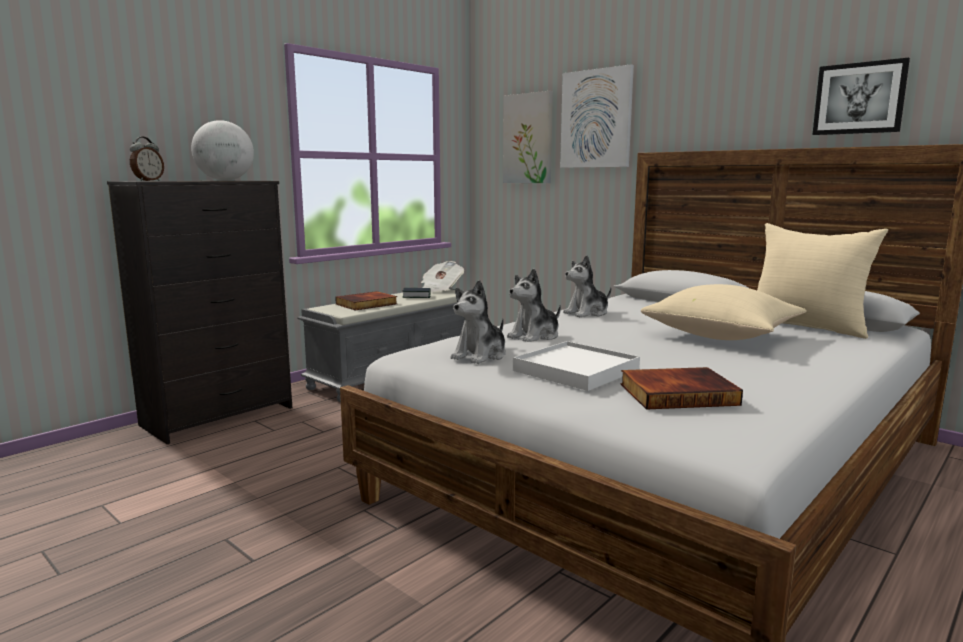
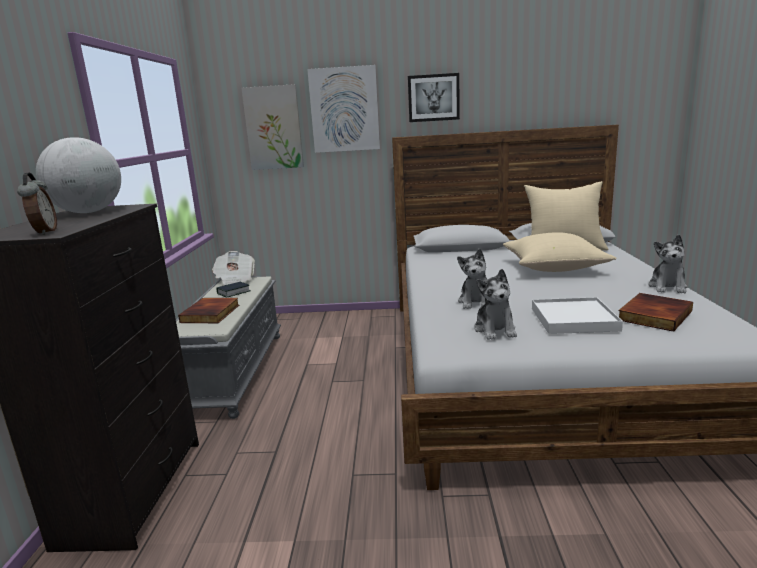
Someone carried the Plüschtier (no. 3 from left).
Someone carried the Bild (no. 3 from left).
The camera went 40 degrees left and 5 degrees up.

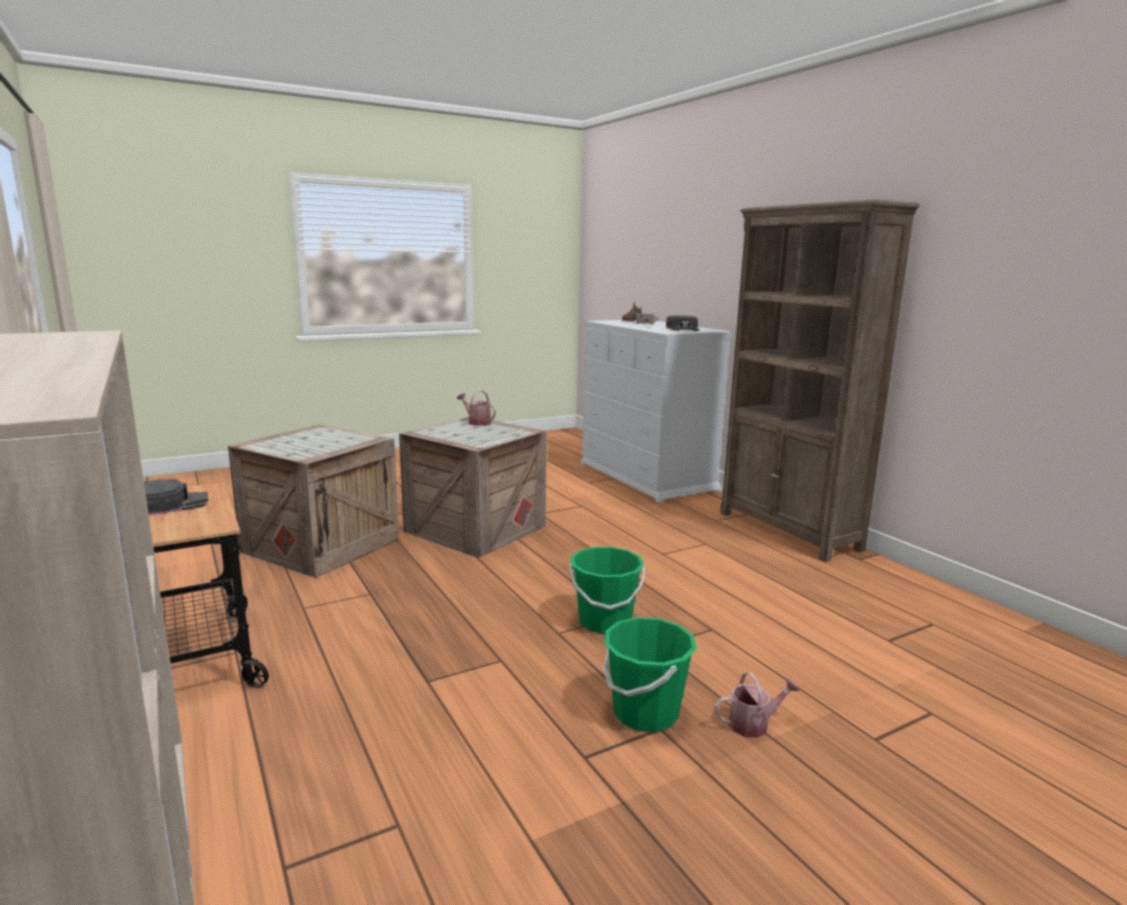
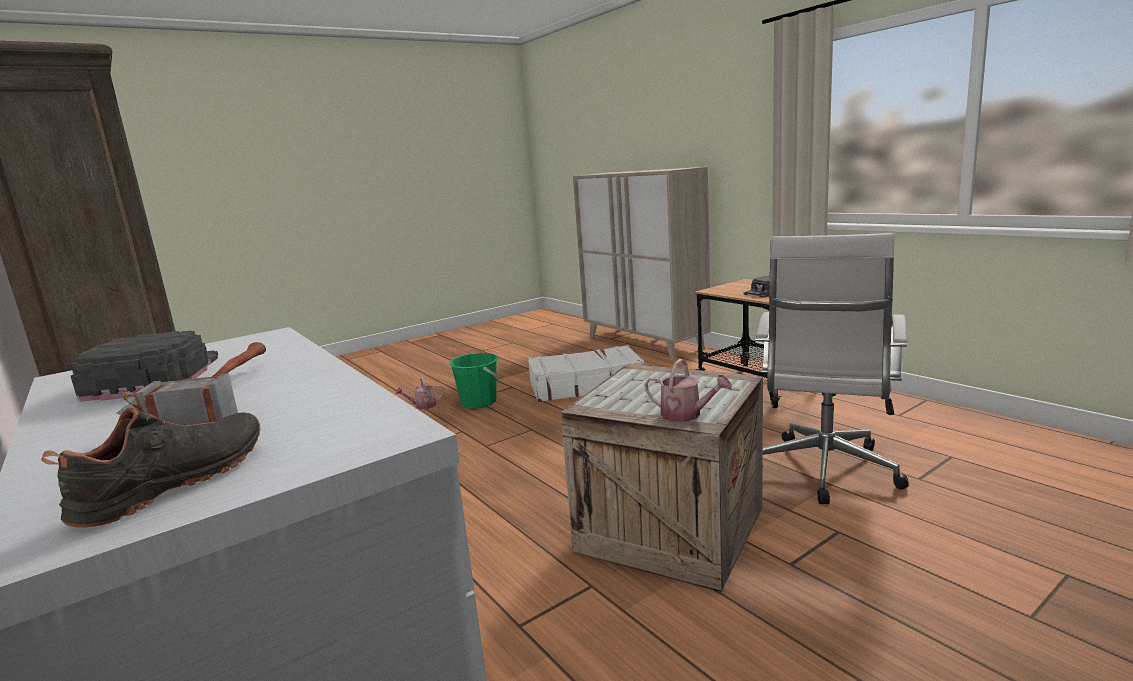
Someone swapped the Kiste (no. 1 from left) for the Bürostuhl/weiß.
Someone took away the Eimer/grün (no. 1 from left).
Someone put down the Koffer/weiß.
The camera went 175 degrees right and 0 degrees up.

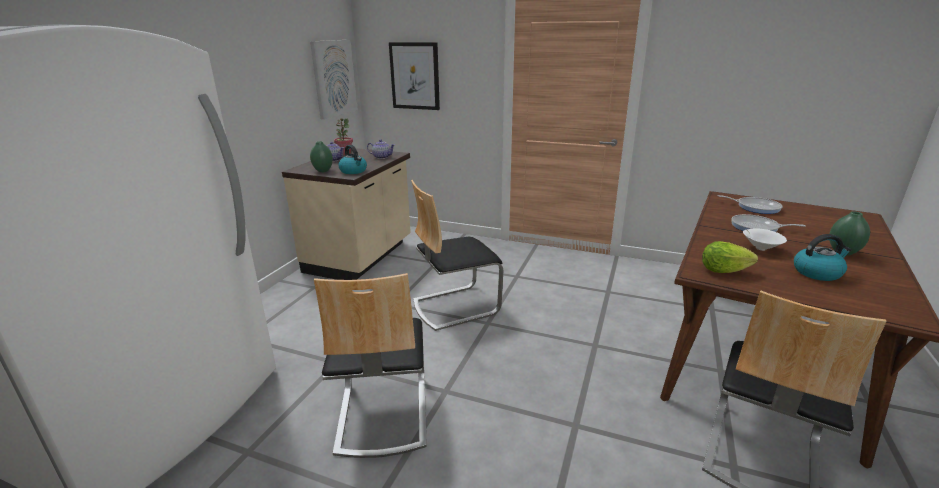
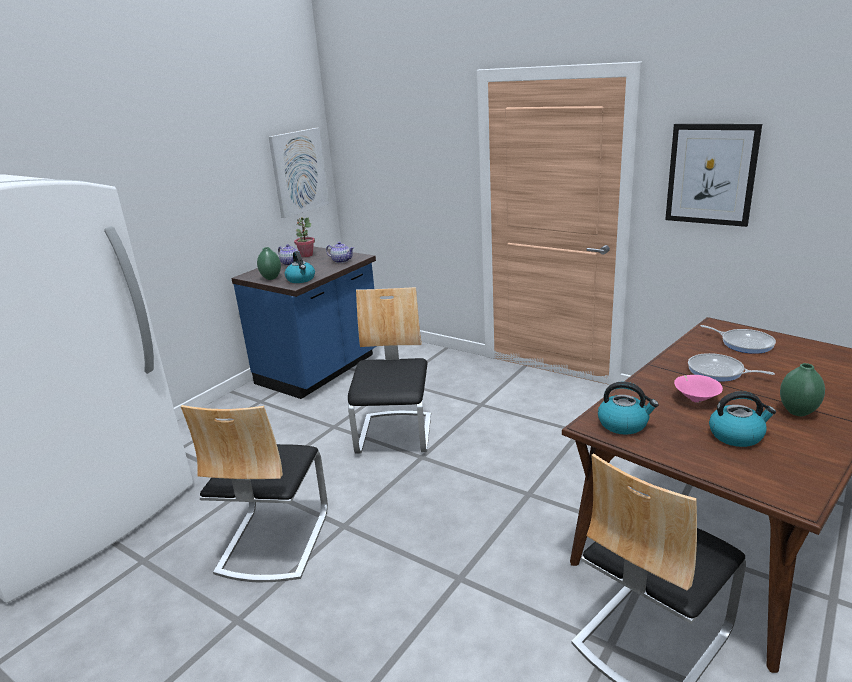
Someone repainted the Küchenzeile/beige, which became the Küchenzeile/blau.
Someone carried the Bild (no. 2 from left).
Someone rotated the Stuhl (no. 2 from left) by 105 degrees clockwise.
Someone swapped the Salatkopf for the Wasserkessel (no. 2 from left).
Someone repainted the Schüssel/weiß, which became the Schüssel/rosa.
The camera went 15 degrees right and 0 degrees up.

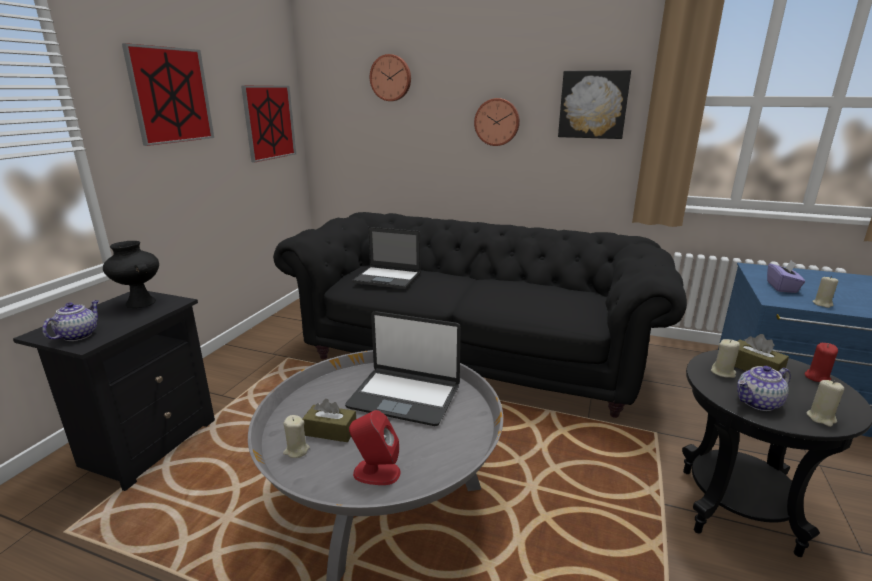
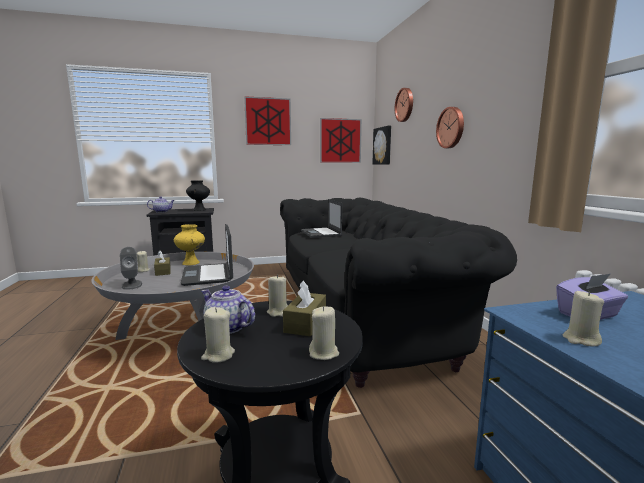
Someone repainted the Lautsprecher/rot, which became the Lautsprecher/grau.
Someone carried the Bild (no. 3 from left).
Someone repainted the Kerze/rot, which became the Kerze/beige (no. 4 from left).
Someone put down the Vase/gelb.
The camera went 55 degrees right and 10 degrees down.

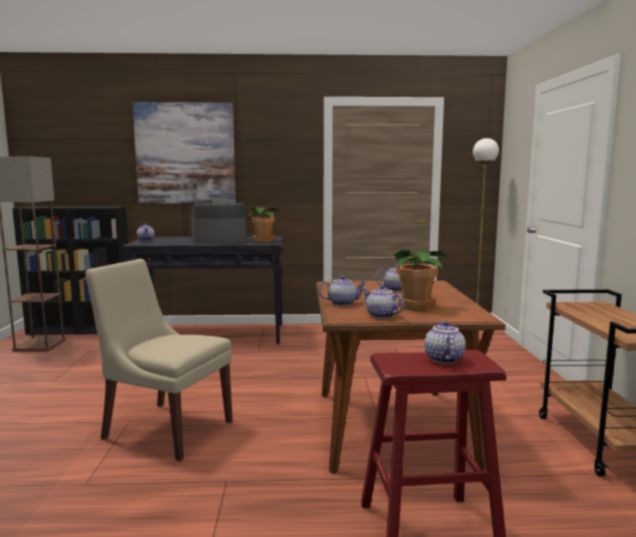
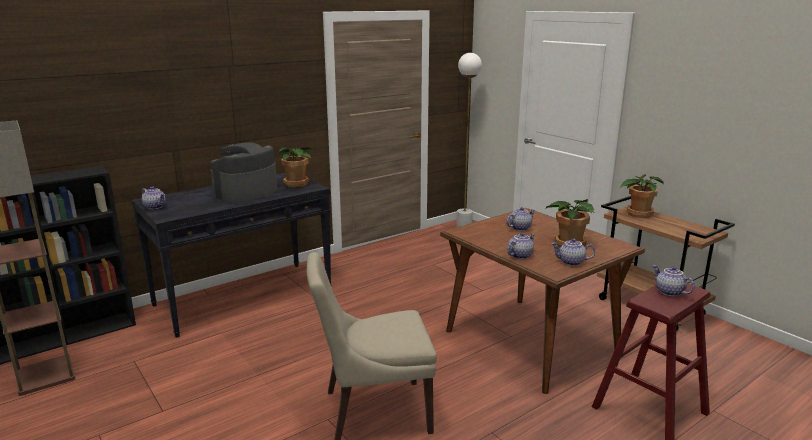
Someone took away the Bild.
Someone put down the Topfpflanze (no. 3 from left).
The camera went 35 degrees left and 10 degrees up.

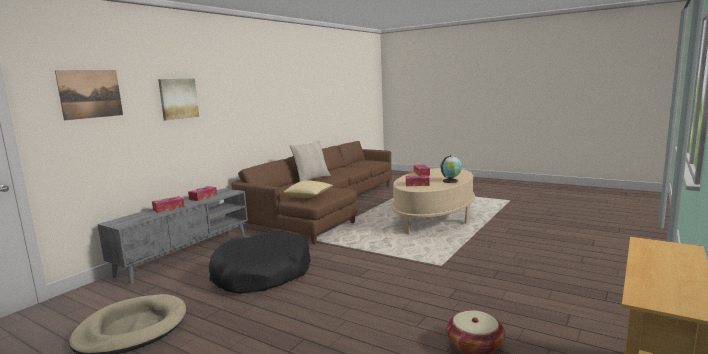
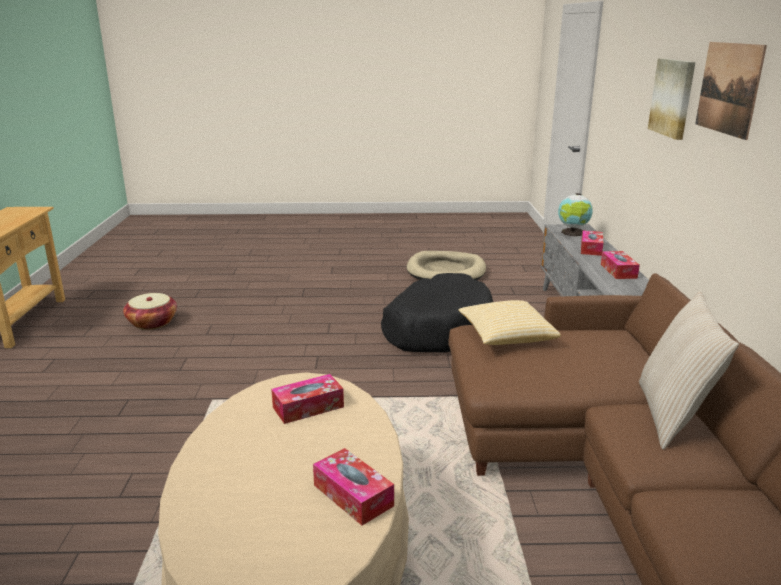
Someone carried the Bild (no. 1 from left in the first image).
Someone carried the Globus.
The camera went 145 degrees right and 10 degrees up.

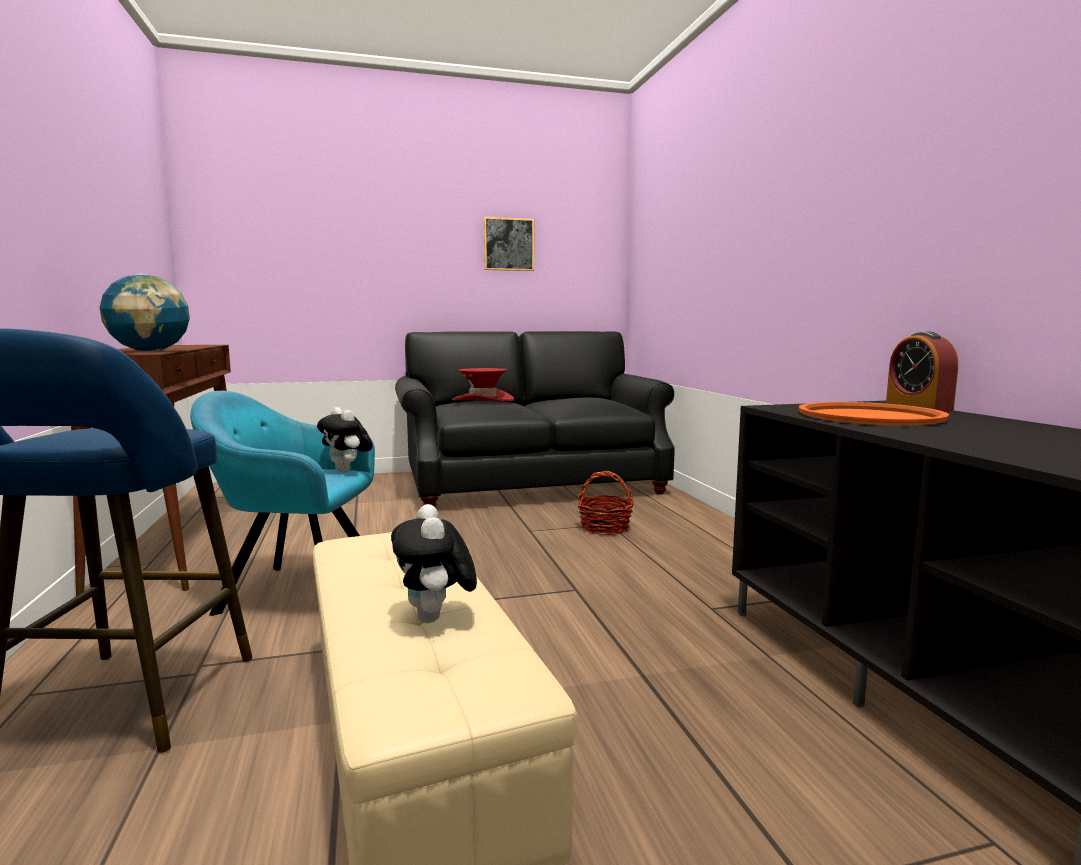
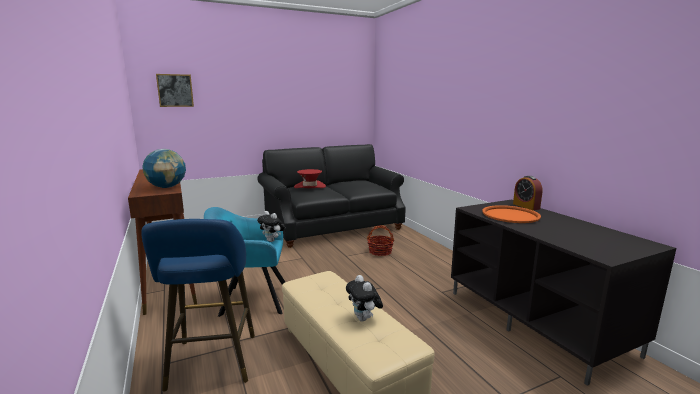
Someone carried the Bild.
The camera went 10 degrees left and 5 degrees up.

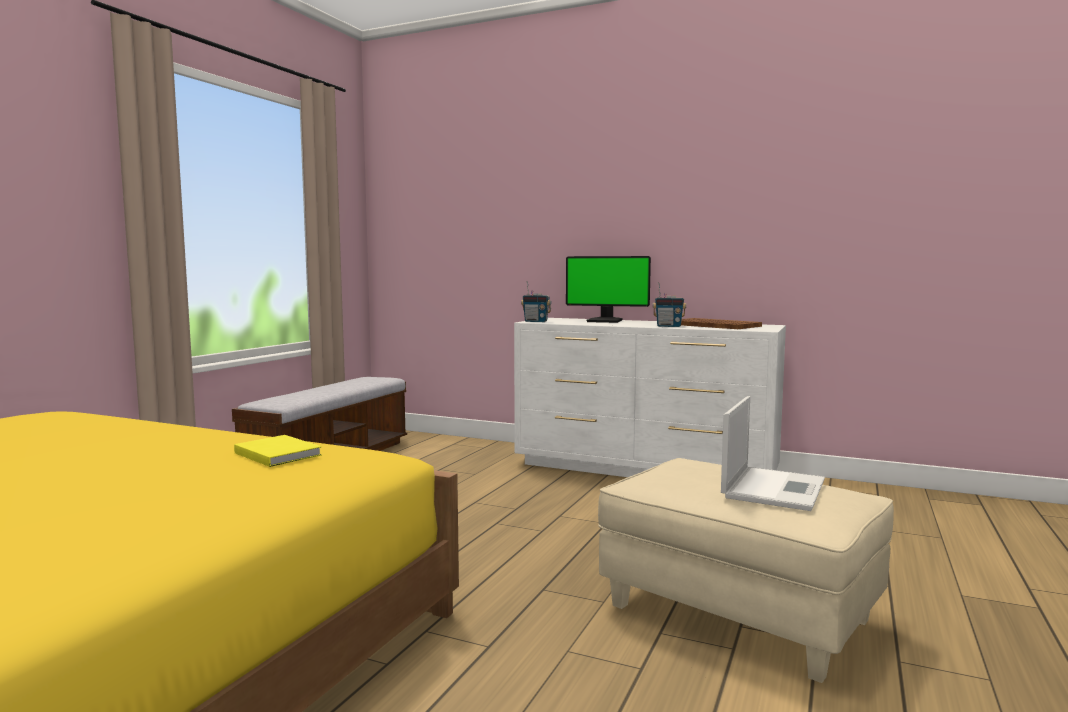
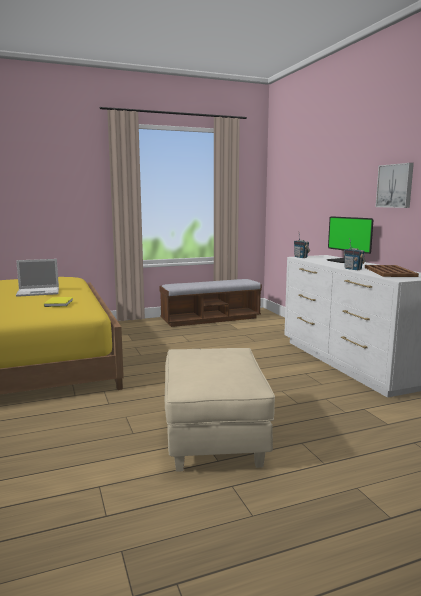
Someone carried the Laptop.
Someone put up the Bild.
The camera went 45 degrees right and 5 degrees up.

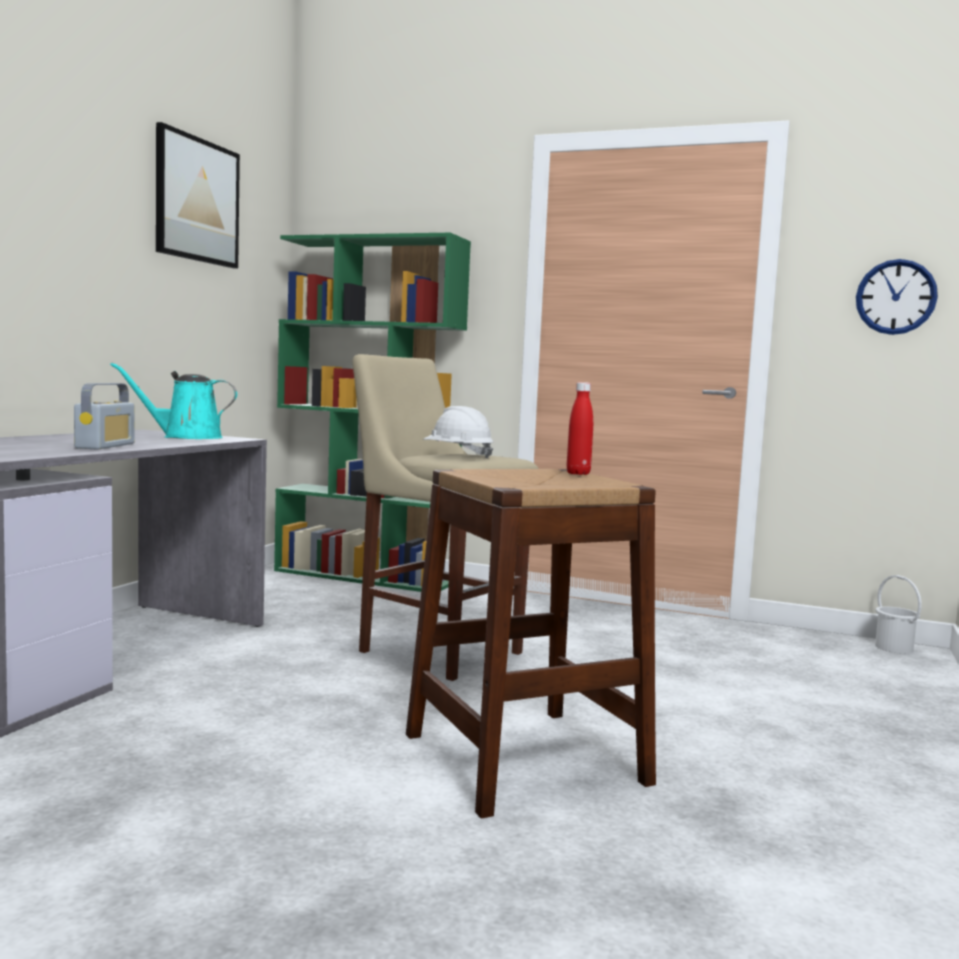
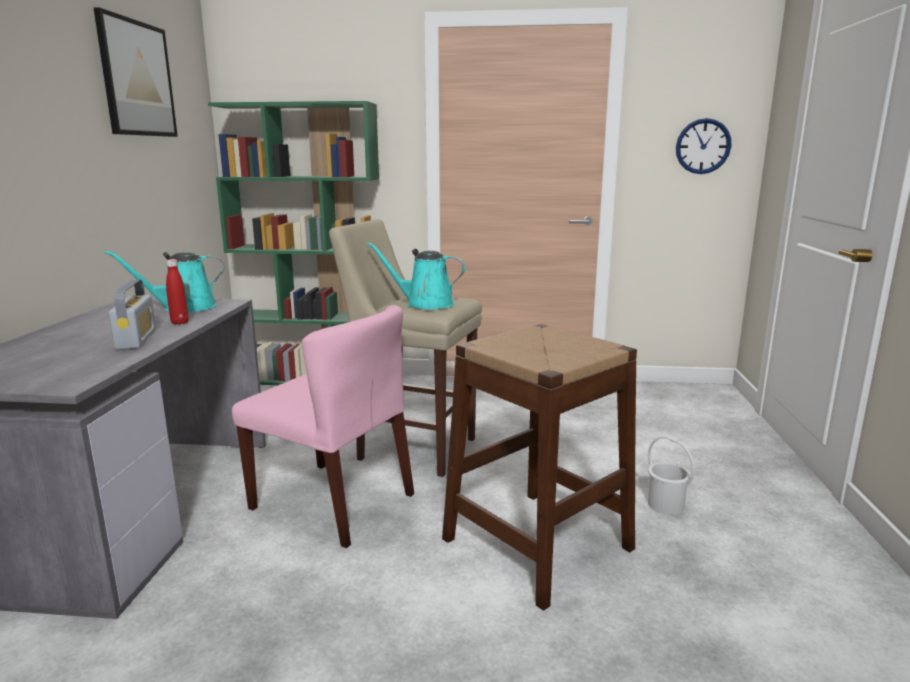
Someone swapped the Schutzhelm/weiß for the Gießkanne/türkis (no. 2 from left).
Someone carried the Flasche/rot.
Someone carried the Eimer/weiß.
Someone put down the Stuhl/rosa.
The camera went 15 degrees left and 10 degrees up.

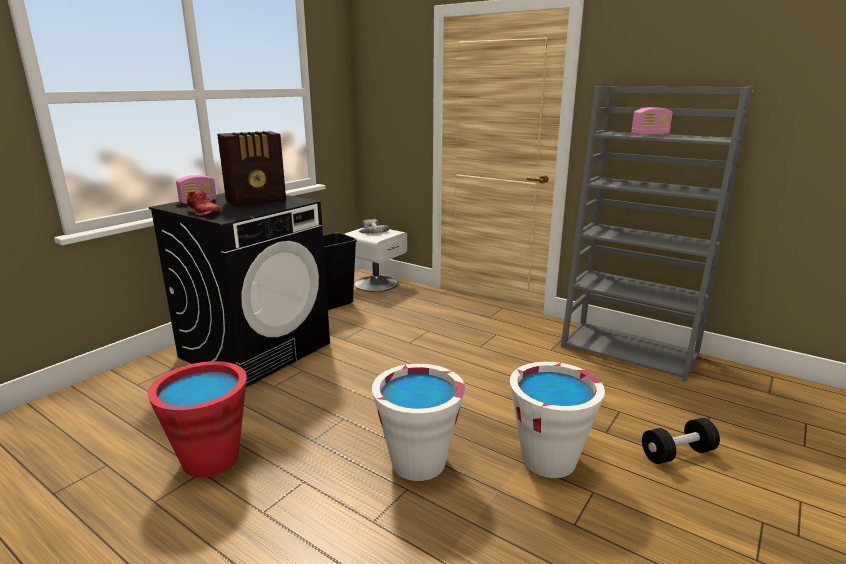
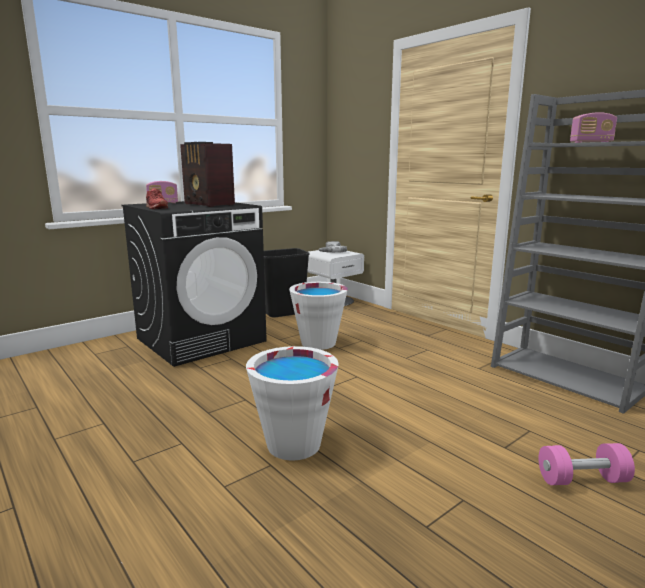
Someone took away the Eimer/rot.
Someone rotated the Radio (no. 2 from left) by 60 degrees clockwise.
Someone carried the Eimer/weiß (no. 2 from left).
Someone repainted the Hantel/schwarz, which became the Hantel/rosa.
The camera went 15 degrees right and 5 degrees down.

